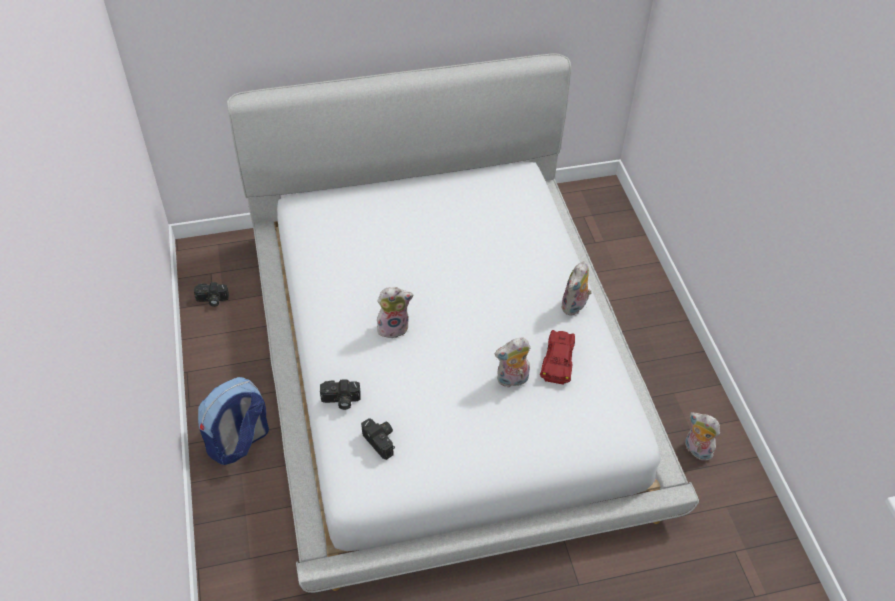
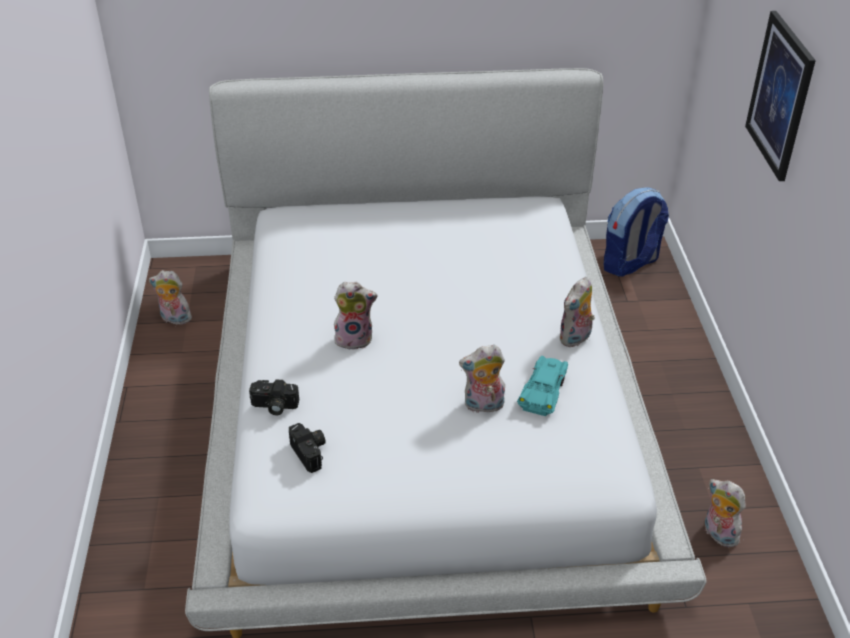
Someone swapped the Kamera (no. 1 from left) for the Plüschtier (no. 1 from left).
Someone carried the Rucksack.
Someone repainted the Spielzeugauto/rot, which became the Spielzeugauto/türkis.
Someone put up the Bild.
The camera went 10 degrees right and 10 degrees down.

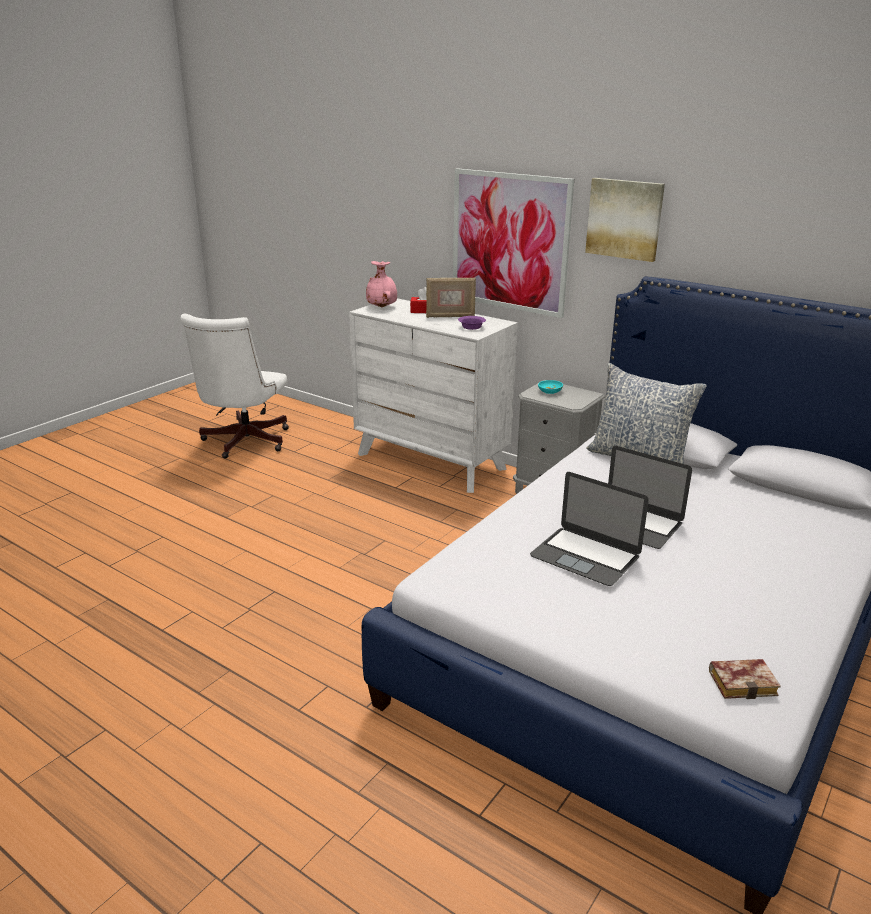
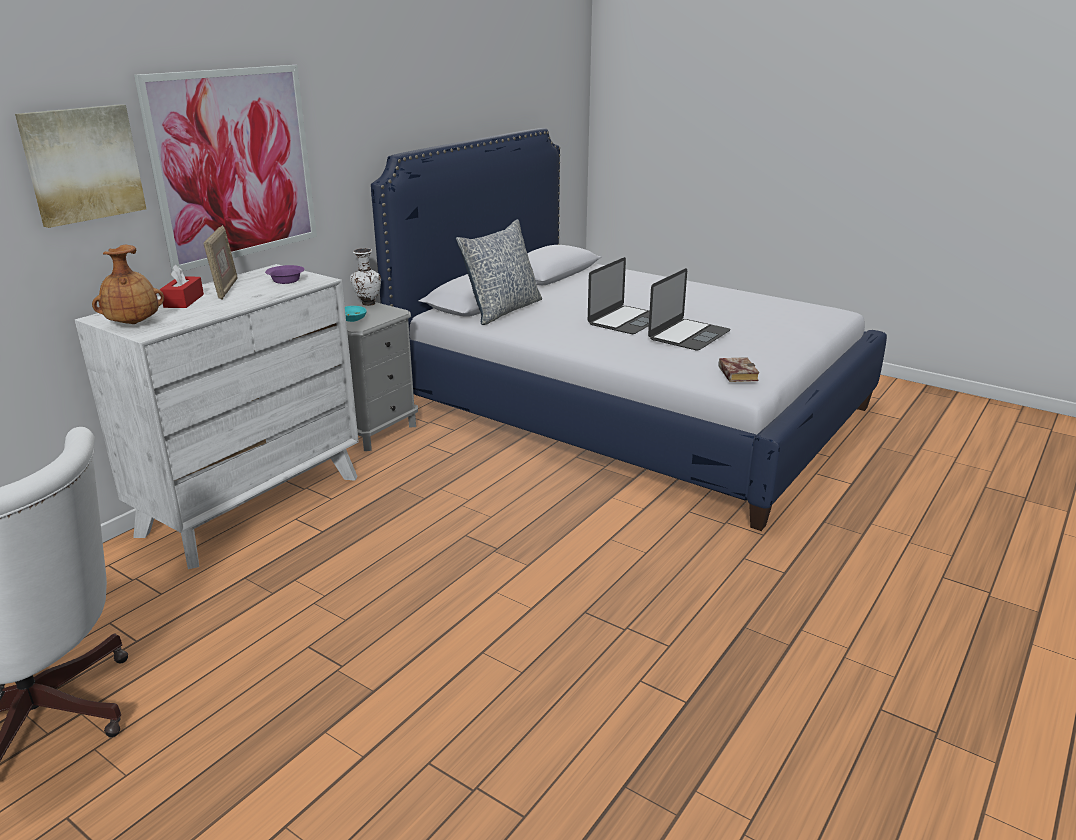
Someone repainted the Vase/rosa, which became the Vase/braun.
Someone carried the Bild (no. 2 from left in the first image).
Someone carried the Buch.
Someone put down the Vase/weiß.
The camera went 90 degrees left and 0 degrees up.

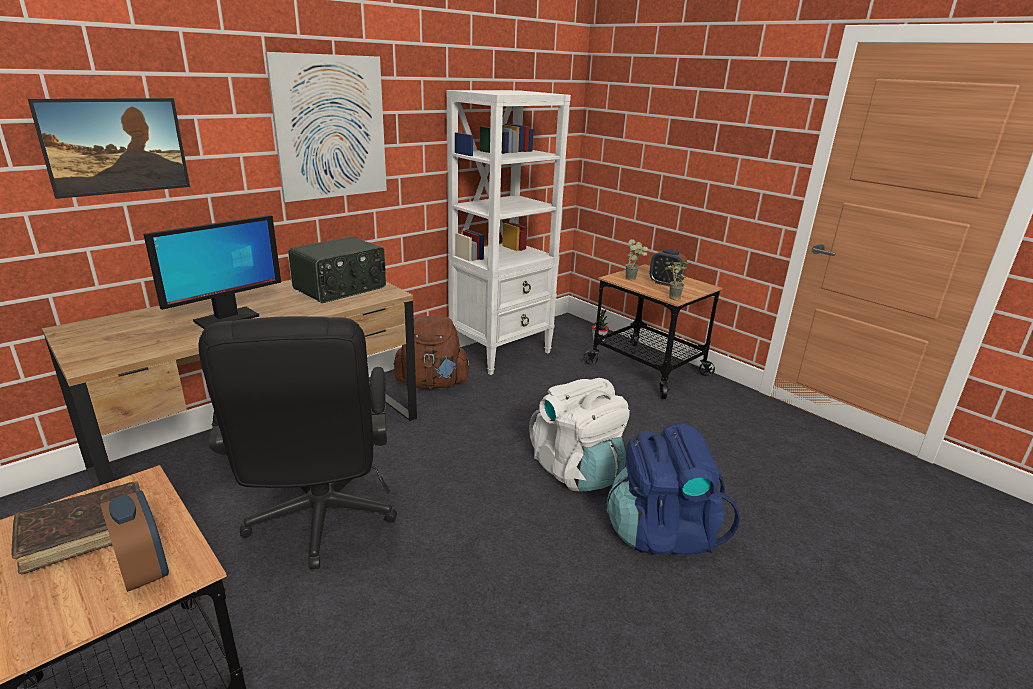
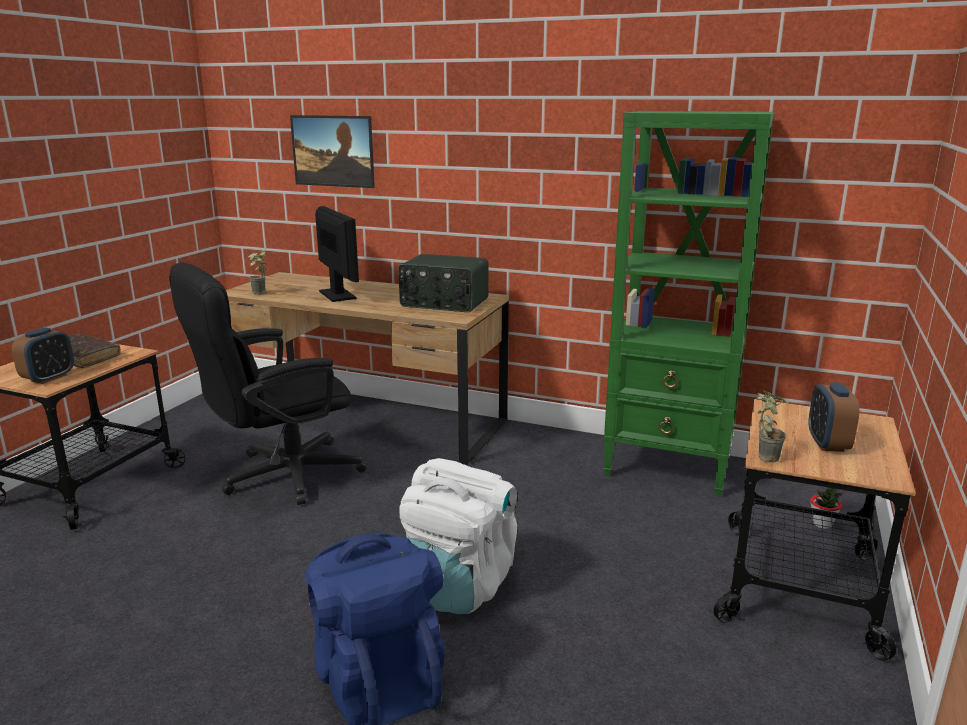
Someone rotated the Monitor by 135 degrees counterclockwise.
Someone took away the Bild (no. 2 from left).
Someone took away the Rucksack/braun.
Someone repainted the Bücherregal/weiß, which became the Bücherregal/grün.
Someone carried the Topfpflanze (no. 2 from left in the first image).
The camera went 65 degrees right and 5 degrees down.

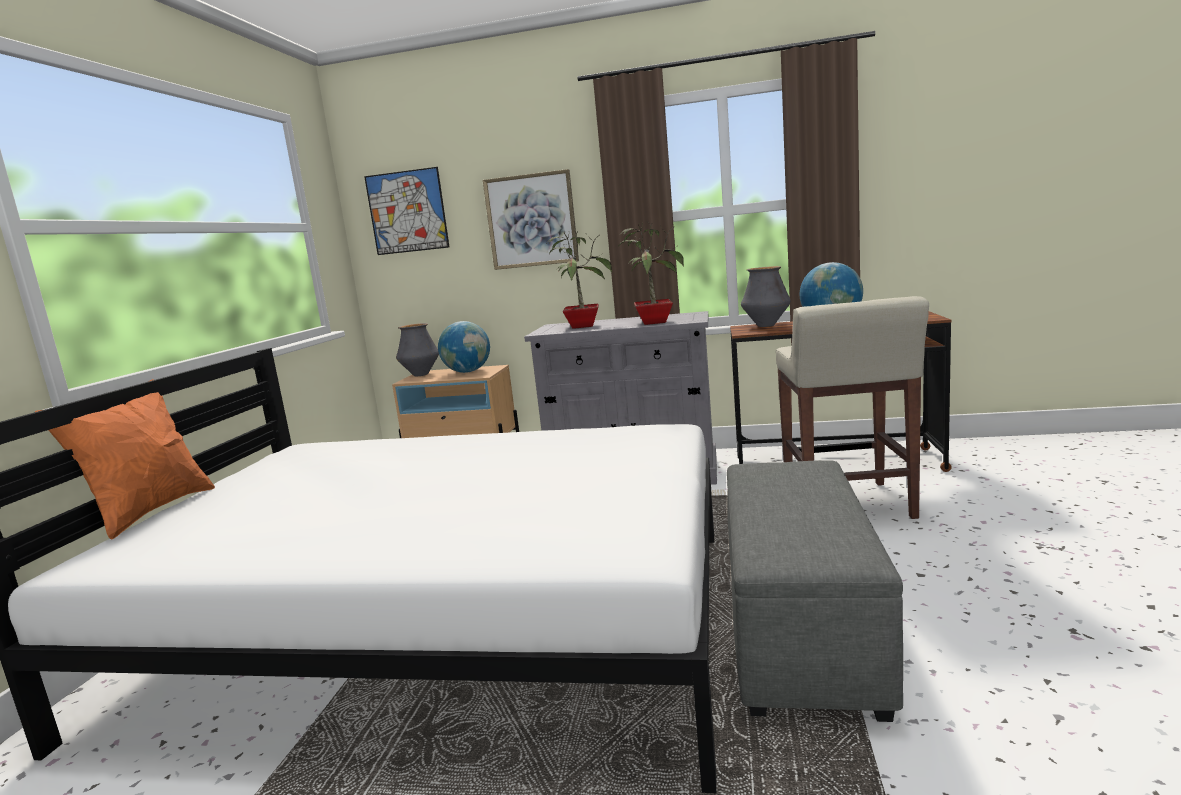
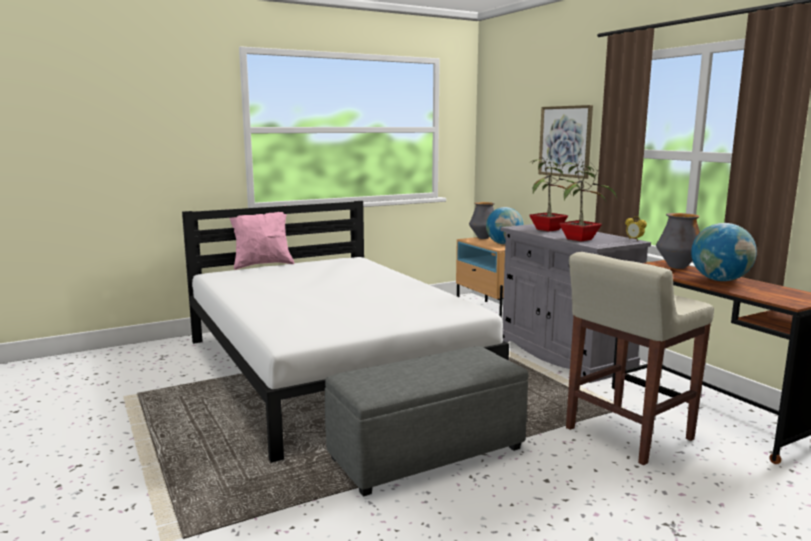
Someone repainted the Kissen/orange, which became the Kissen/rosa.
Someone took away the Bild (no. 1 from left).
Someone put down the Wecker.
The camera went 50 degrees right and 0 degrees up.

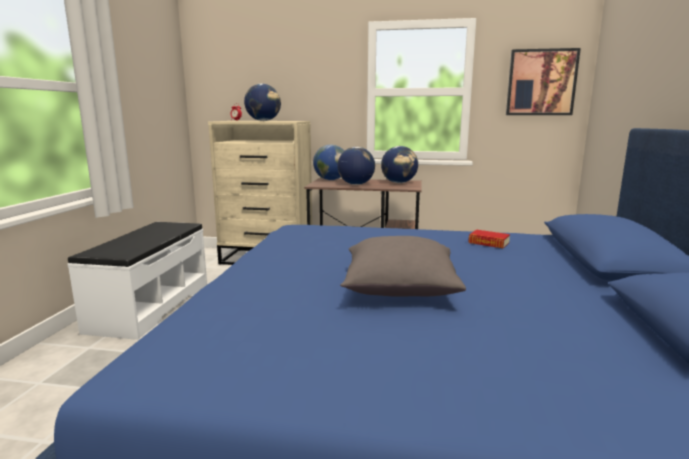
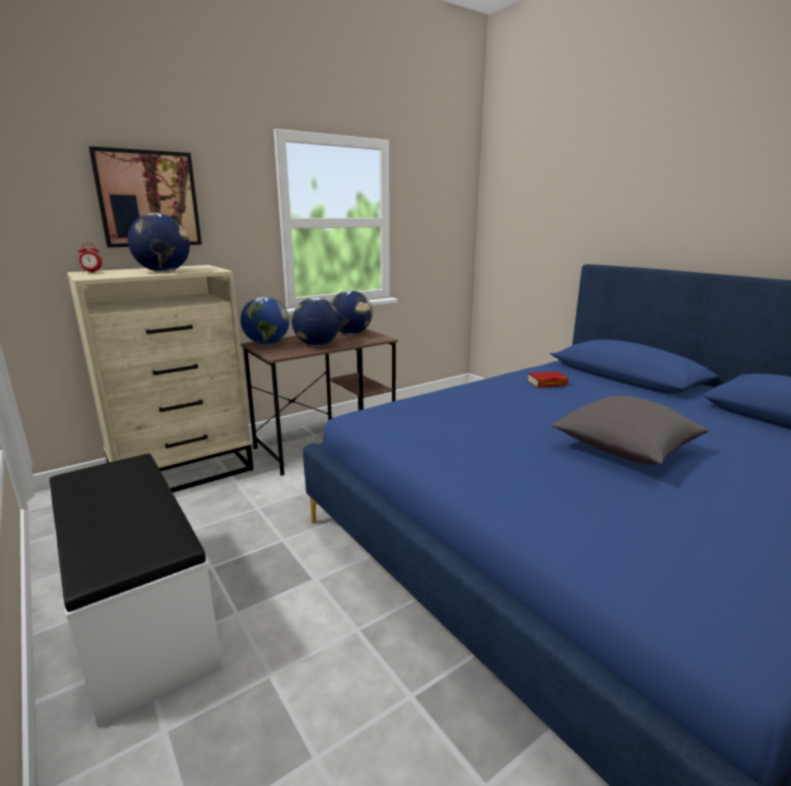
Someone carried the Bild.
The camera went 45 degrees left and 5 degrees up.

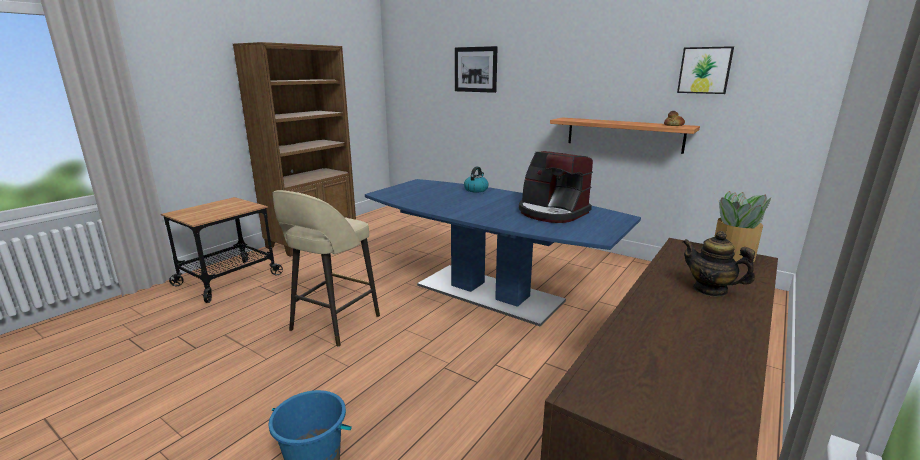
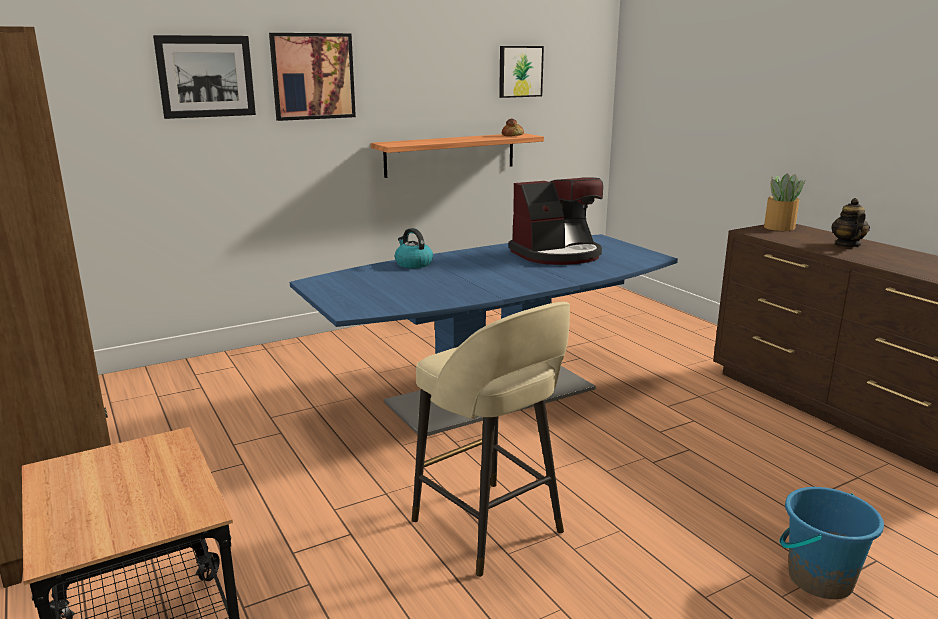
Someone rotated the Teekanne by 120 degrees clockwise.
Someone put up the Bild (no. 2 from left).
The camera went 65 degrees left and 0 degrees up.

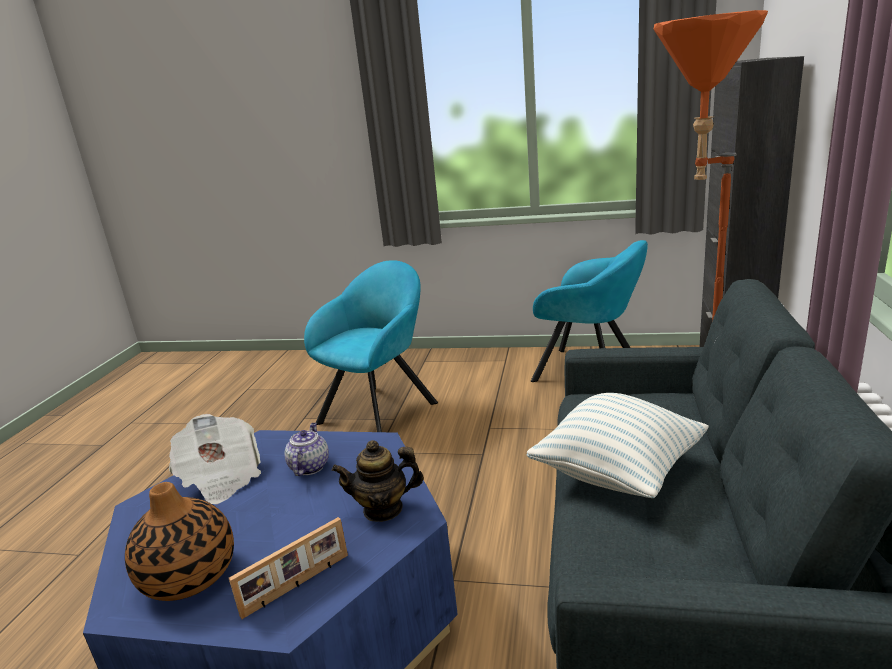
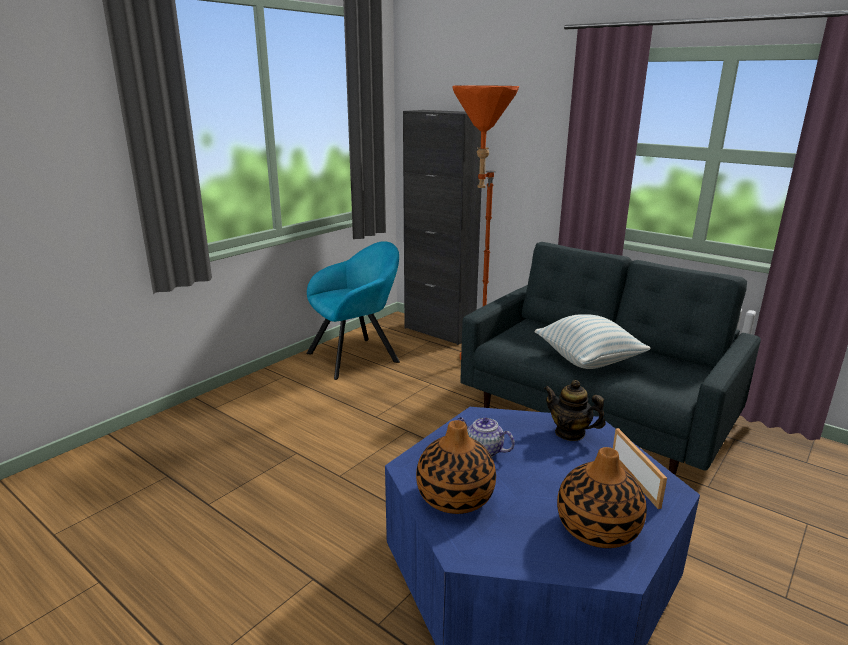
Someone swapped the Zeitung for the Vase (no. 1 from left).
Someone took away the Sessel/türkis (no. 1 from left).
Someone rotated the Teekanne (no. 2 from left) by 105 degrees clockwise.
The camera went 65 degrees left and 0 degrees up.

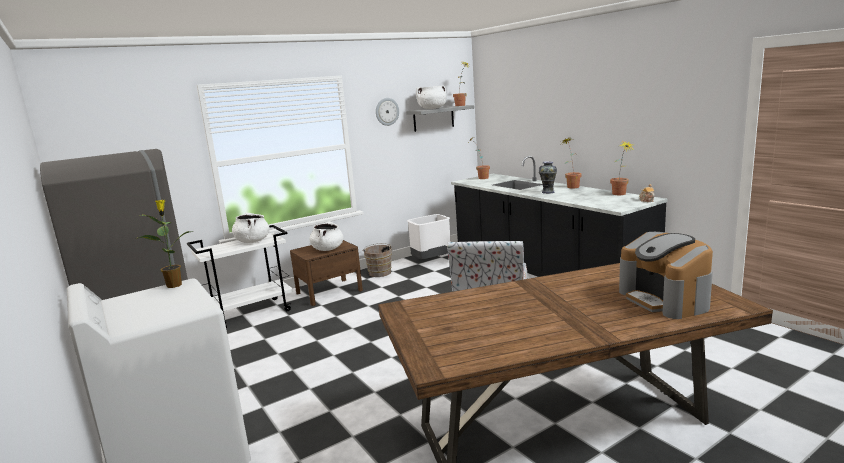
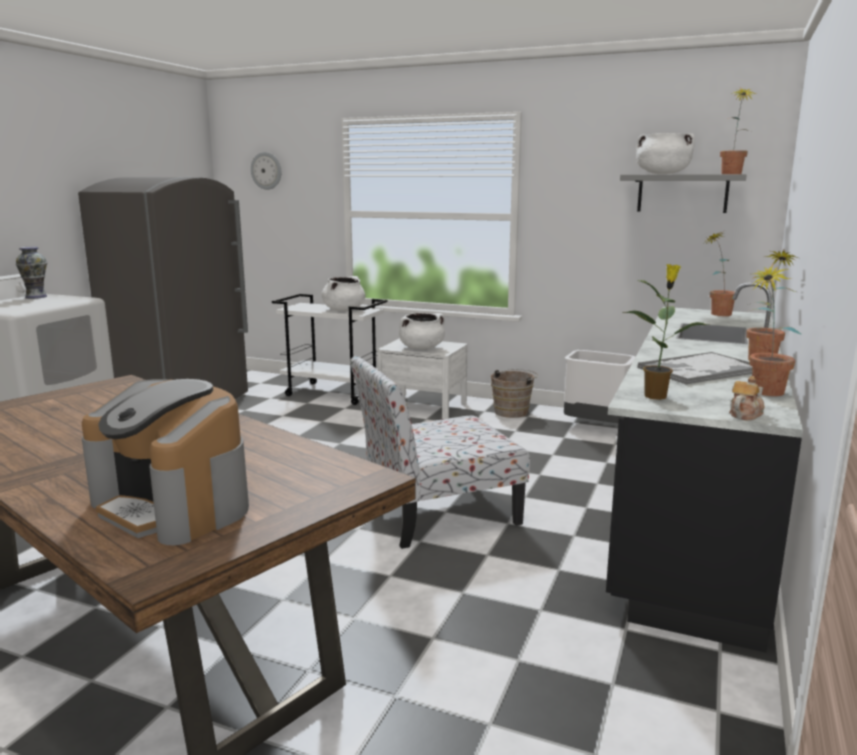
Someone carried the Topfpflanze (no. 1 from left).
Someone repainted the Nachttisch/braun, which became the Nachttisch/weiß.
Someone carried the Wanduhr.
Someone carried the Vase.
Someone rotated the Kaffeemaschine by 90 degrees counterclockwise.
Someone put down the Tablett.
The camera went 55 degrees right and 0 degrees up.

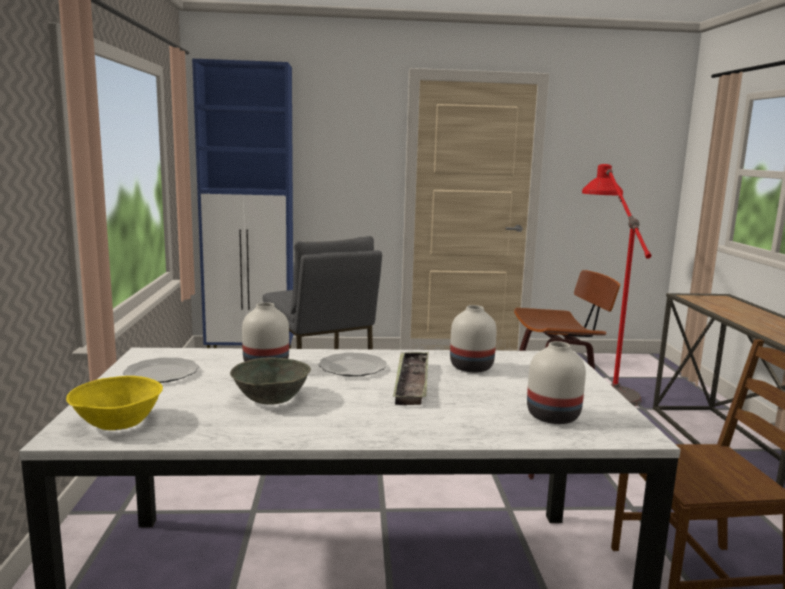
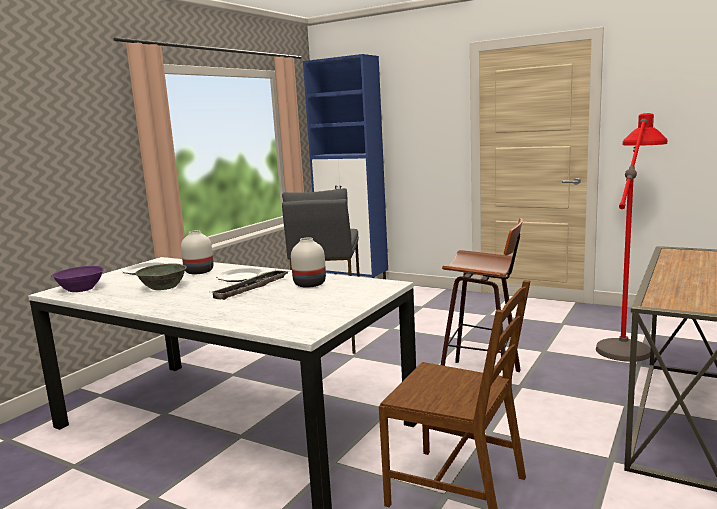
Someone repainted the Schüssel/gelb, which became the Schüssel/lila.
Someone took away the Vase/weiß (no. 3 from left).
The camera went 35 degrees right and 0 degrees up.

